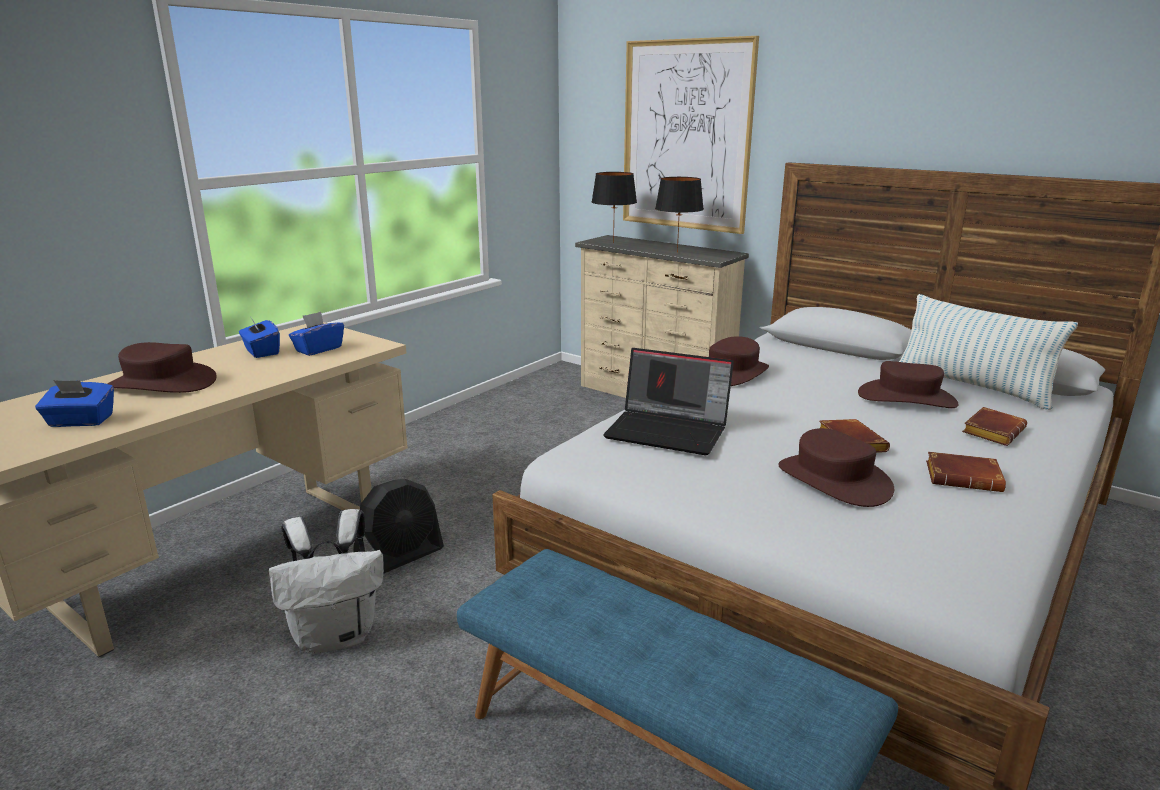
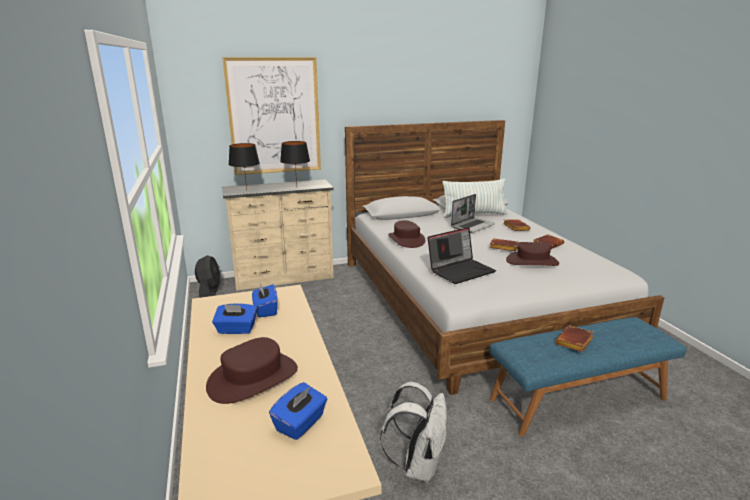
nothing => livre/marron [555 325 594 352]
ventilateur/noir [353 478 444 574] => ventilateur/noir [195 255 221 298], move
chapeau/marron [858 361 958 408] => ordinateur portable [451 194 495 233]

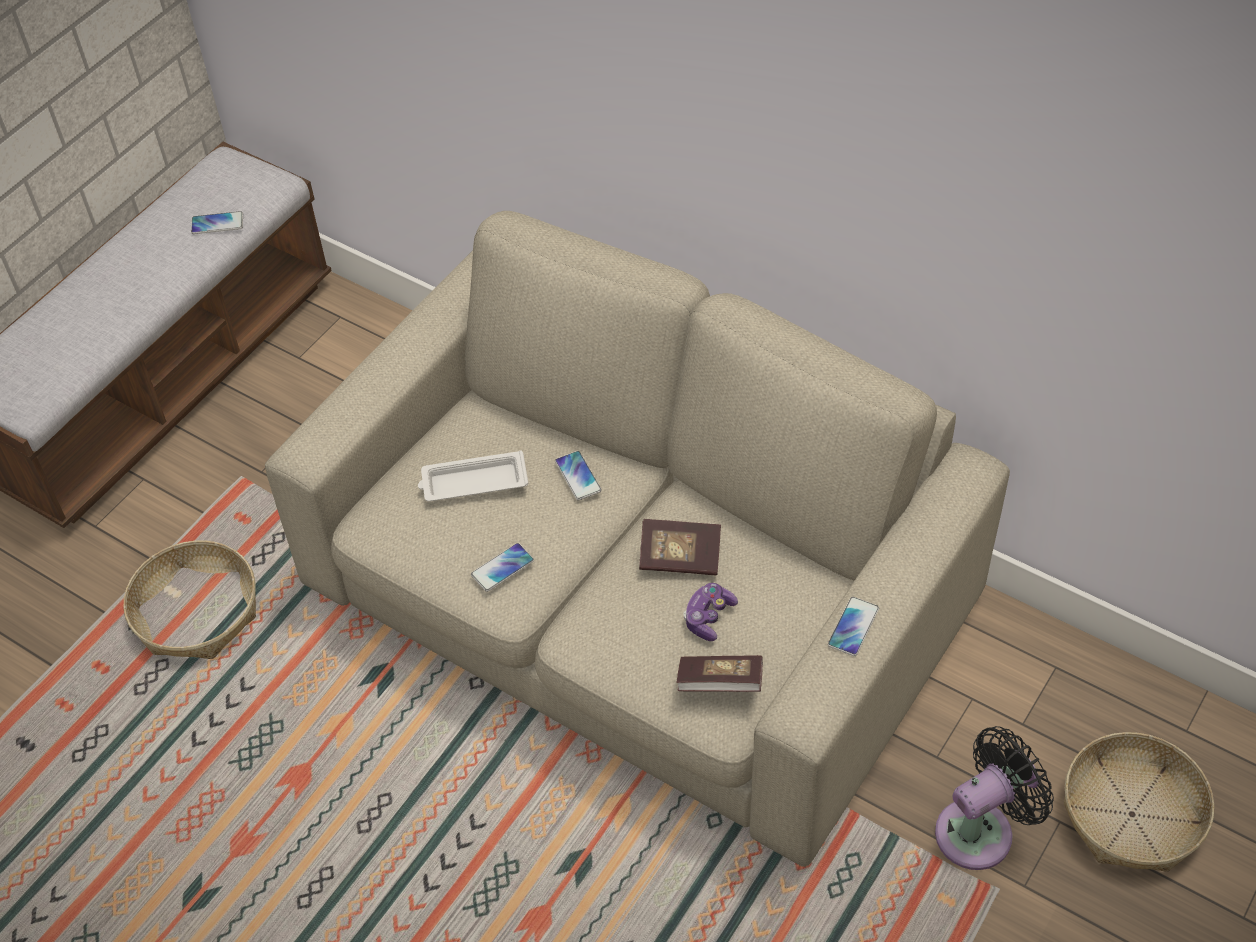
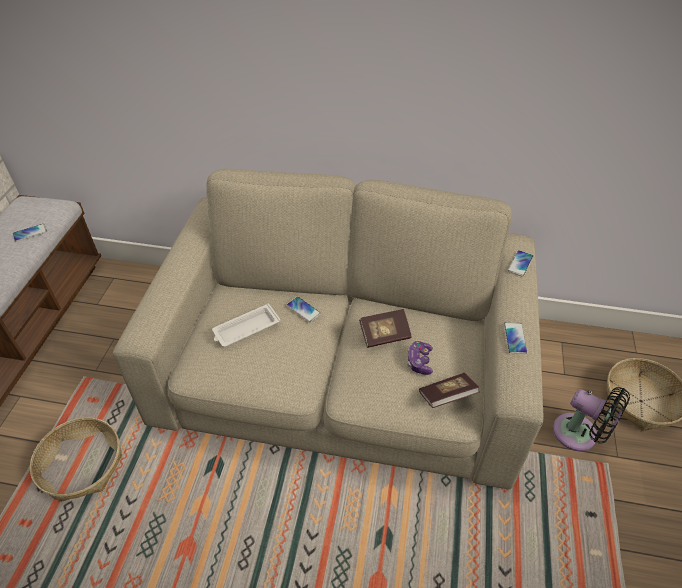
téléphone [471 543 534 592] => téléphone [508 250 533 277], move
ventilateur/noir [935 726 1054 870] => ventilateur/noir [553 387 630 451], 90 degrees clockwise

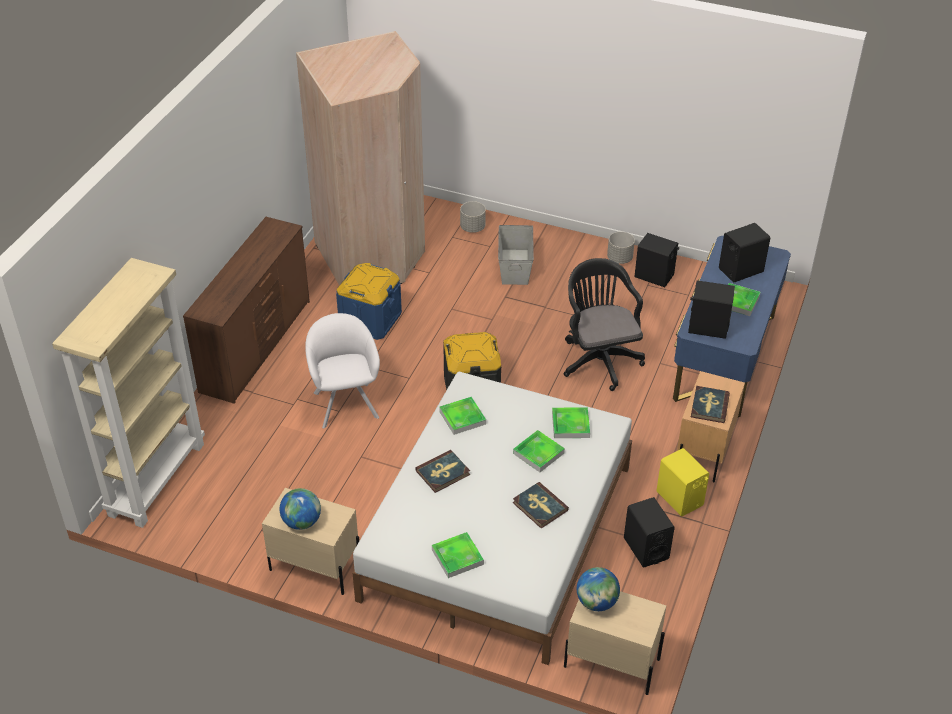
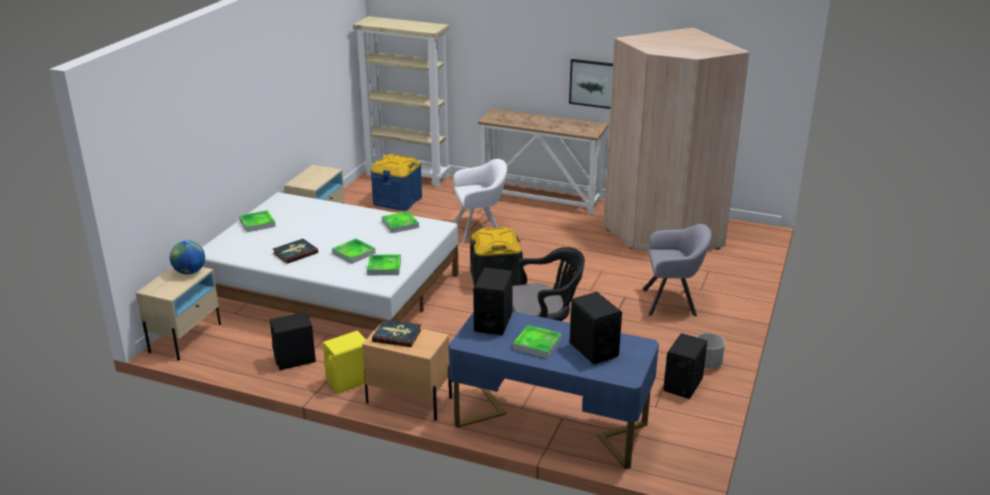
globe [280 488 321 530] => nothing
livre [415 450 470 493] => nothing
cache-pot/gris [460 201 486 233] => nothing
nothing => tableau [569 59 613 109]
boîte de rangement/bleu [336 263 402 340] => boîte de rangement/bleu [371 154 422 211], move
commode/marron [183 217 310 404] => table console [478 109 609 214]
boîte de rangement/gris [498 225 534 285] => fauteuil/gris [642 224 712 316]

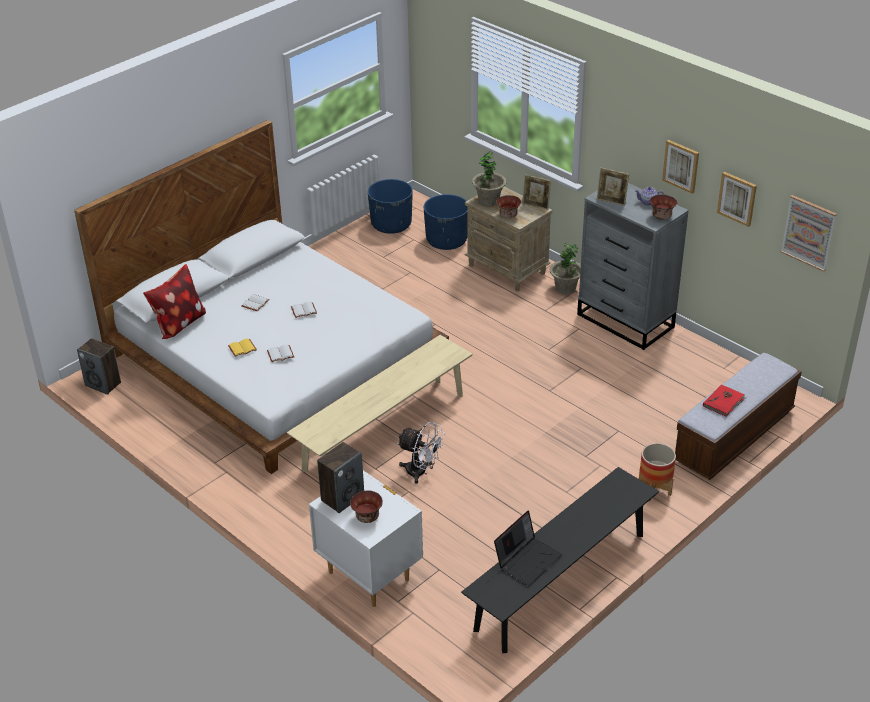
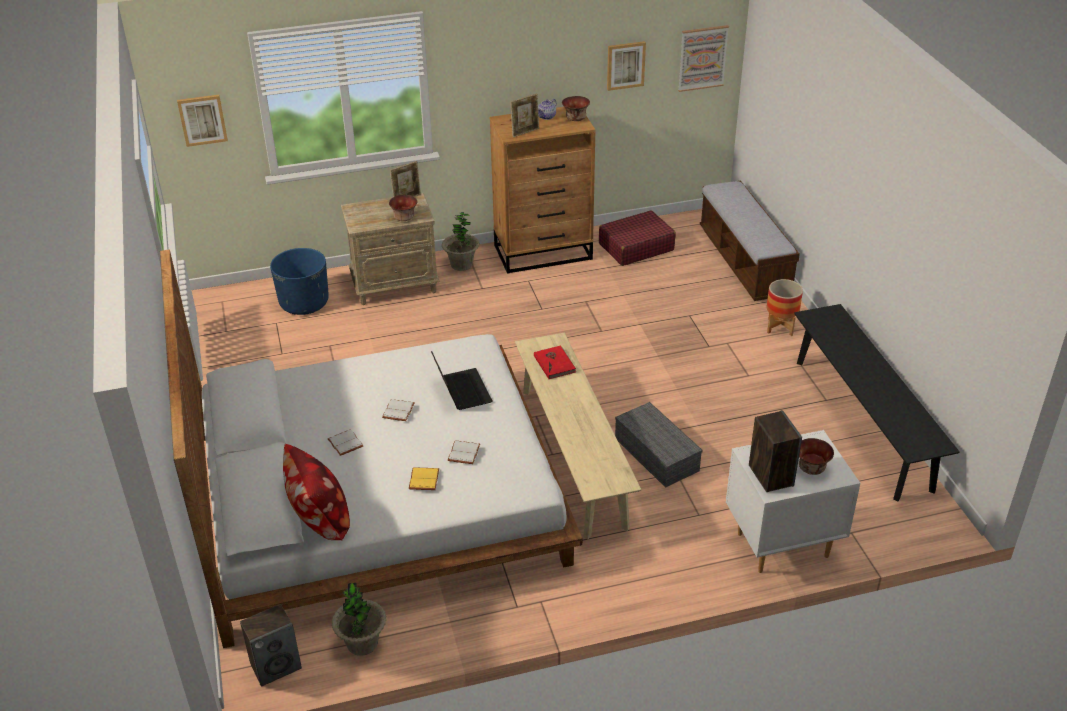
cache-pot/bleu [368 179 413 234] => nothing
nothing => valise/rouge [599 210 676 266]
plante en pot [472 151 507 206] => plante en pot [332 583 386 656], move
ordinateur portable [494 510 562 586] => ordinateur portable [431 351 492 410], move
tableau [662 140 699 194] => tableau [177 95 228 147], move
livre/rouge [703 384 746 417] => livre/rouge [534 345 576 379], move
ventilateur/blanc [397 422 445 484] => boîte de rangement/gris [615 402 703 488]
commode/gris [577 183 689 350] => commode/marron [490 107 595 274]

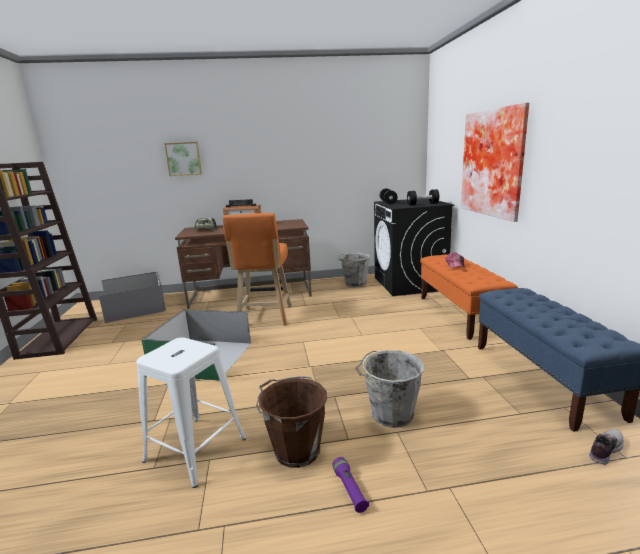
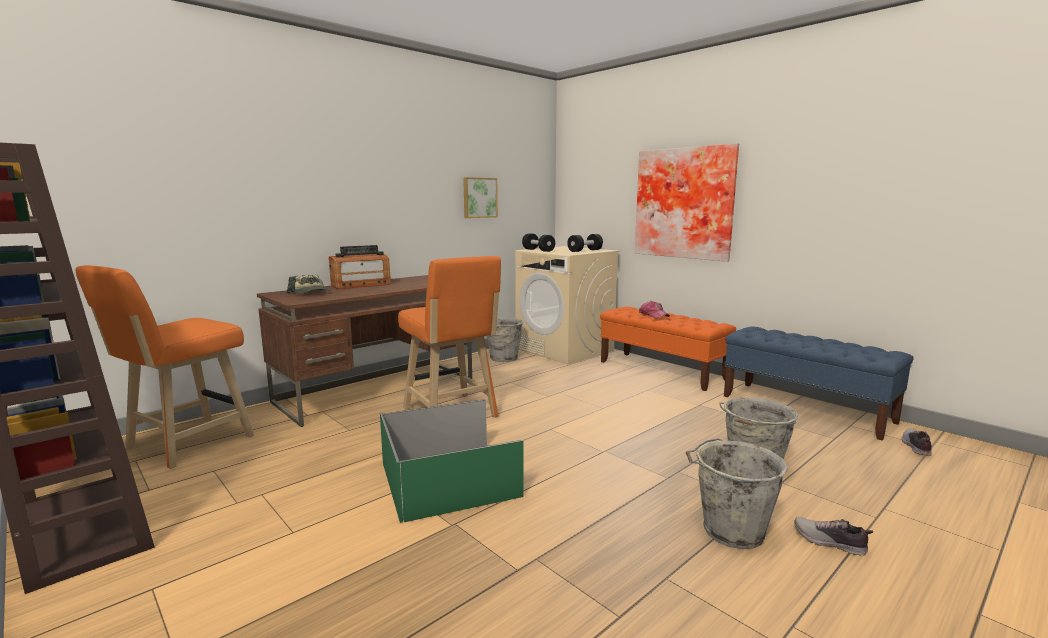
tabouret/blanc [136 337 246 488] => nothing
tableau [164 142 202 176] => tableau [463 177 498 218], move
boîte de rangement/gris [99 272 166 323] => tabouret/orange [75 265 254 469]
lampe de poche/violet [332 457 369 513] => chaussure [794 517 873 555]
seau/marron [256 376 327 468] => seau/gris [686 438 788 549]
lave-linge/noir [374 199 454 296] => lave-linge/beige [515 246 620 365]

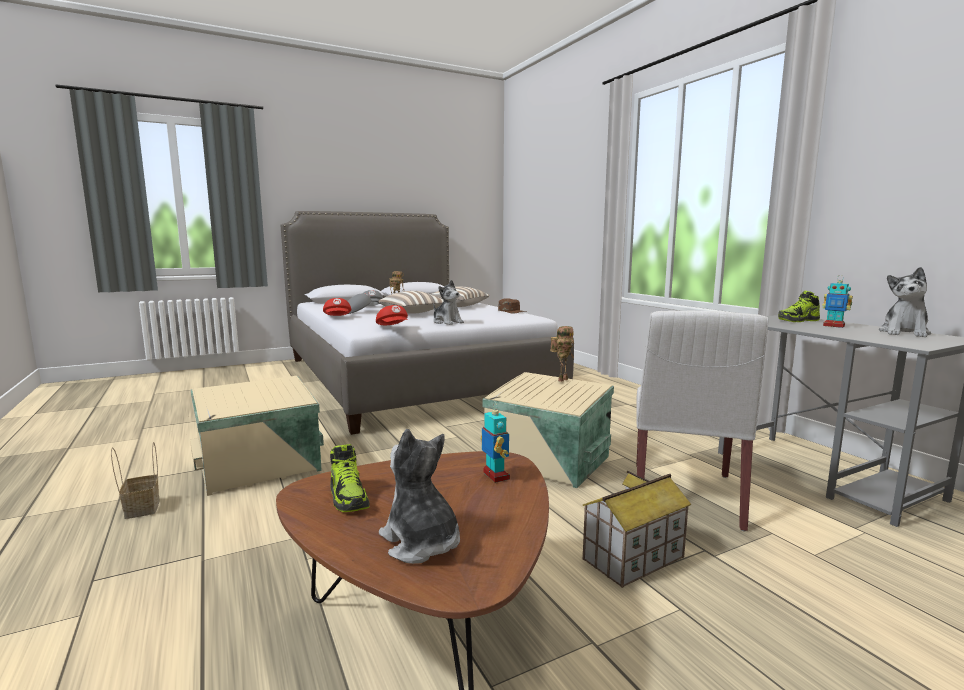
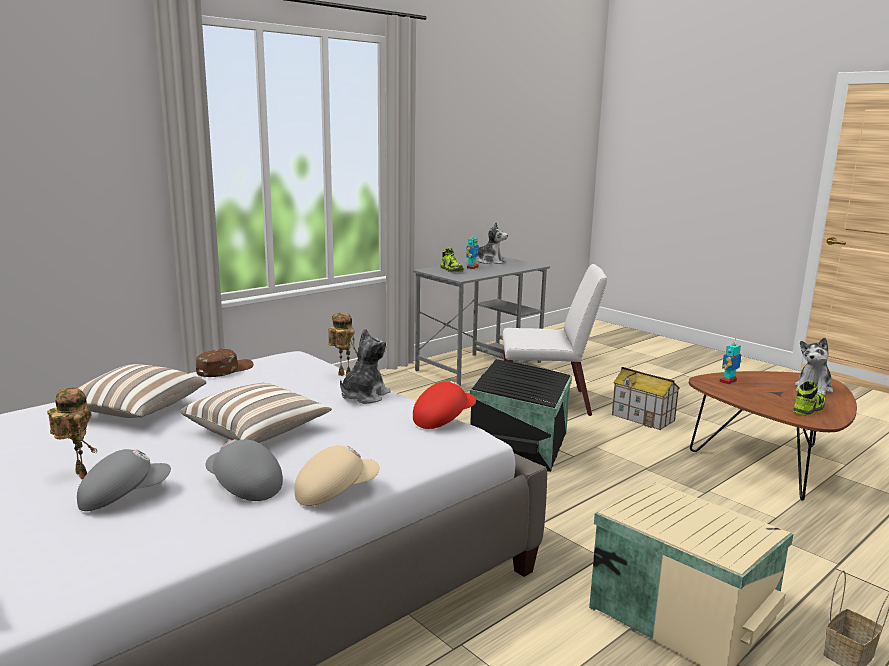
robot jouet [550 326 574 382] => robot jouet [328 313 358 377], move
casquette/rouge [323 298 351 316] => casquette/beige [294 446 379 506]
boîte de rangement/beige [482 372 614 488] => boîte de rangement/noir [470 359 572 472]

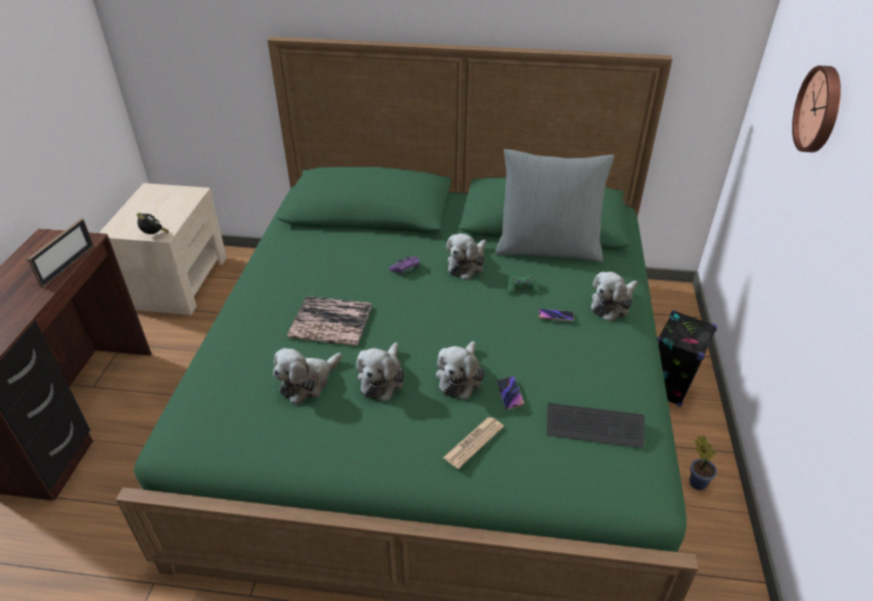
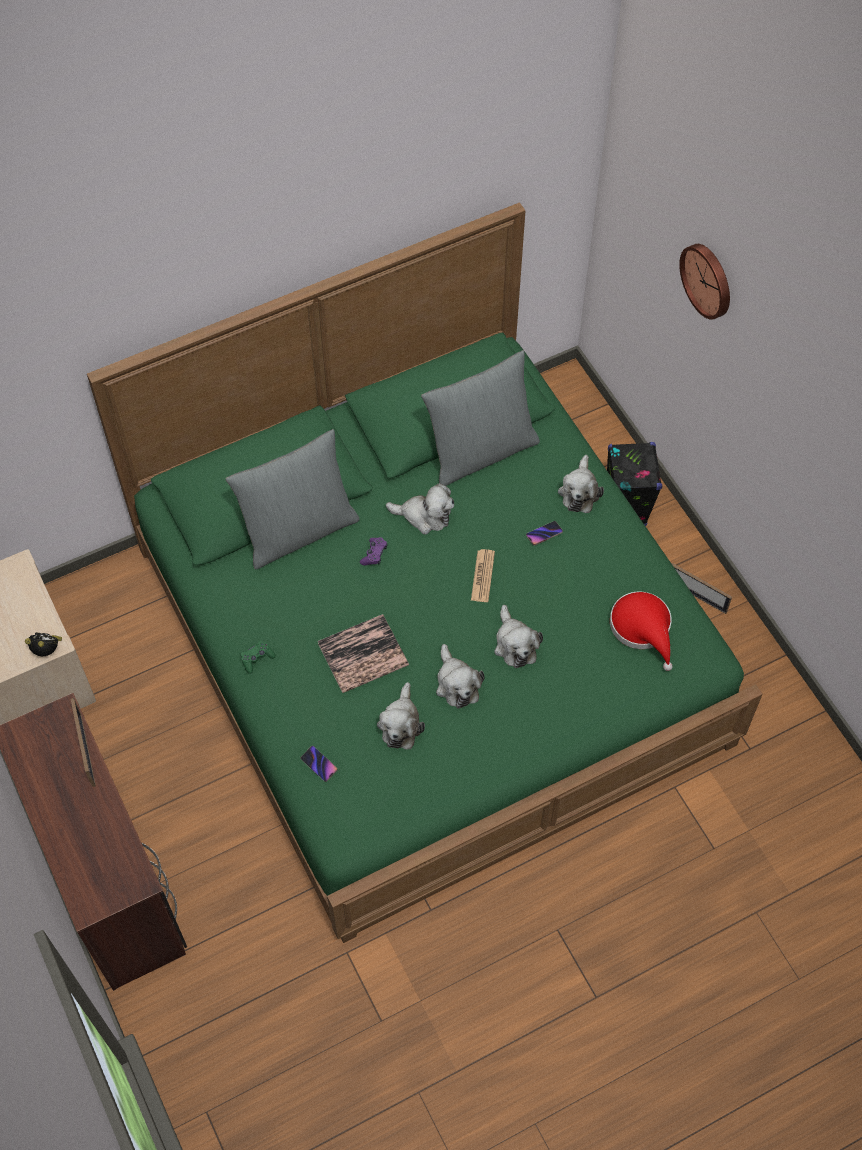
nothing => coussin/gris [226 429 360 569]
journal [443 417 504 469] => journal [471 549 495 602], move
téléphone [496 376 525 410] => téléphone [300 746 338 782], move
manette/vert [507 275 538 294] => manette/vert [241 641 276 674], move
clavier [547 403 644 448] => chapeau/rouge [610 591 673 671]
plante en pot [689 435 717 490] => cadre photo [672 563 732 614]
peluche [446 233 486 280] => peluche [386 483 454 535], 75 degrees counterclockwise

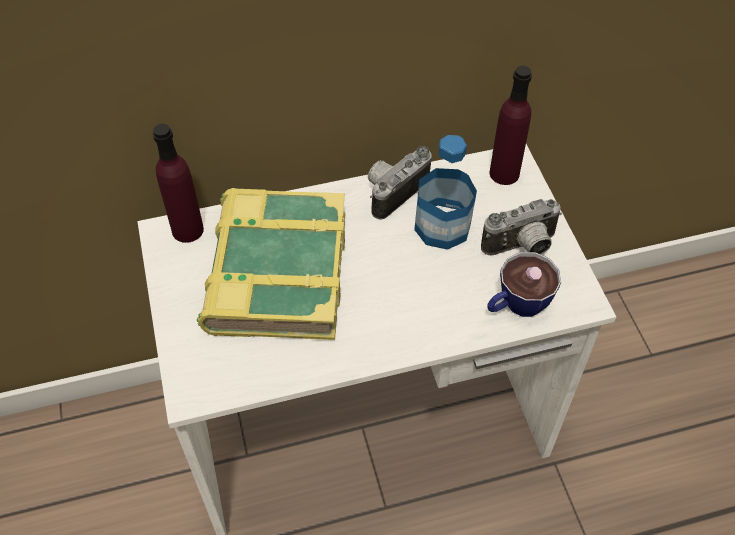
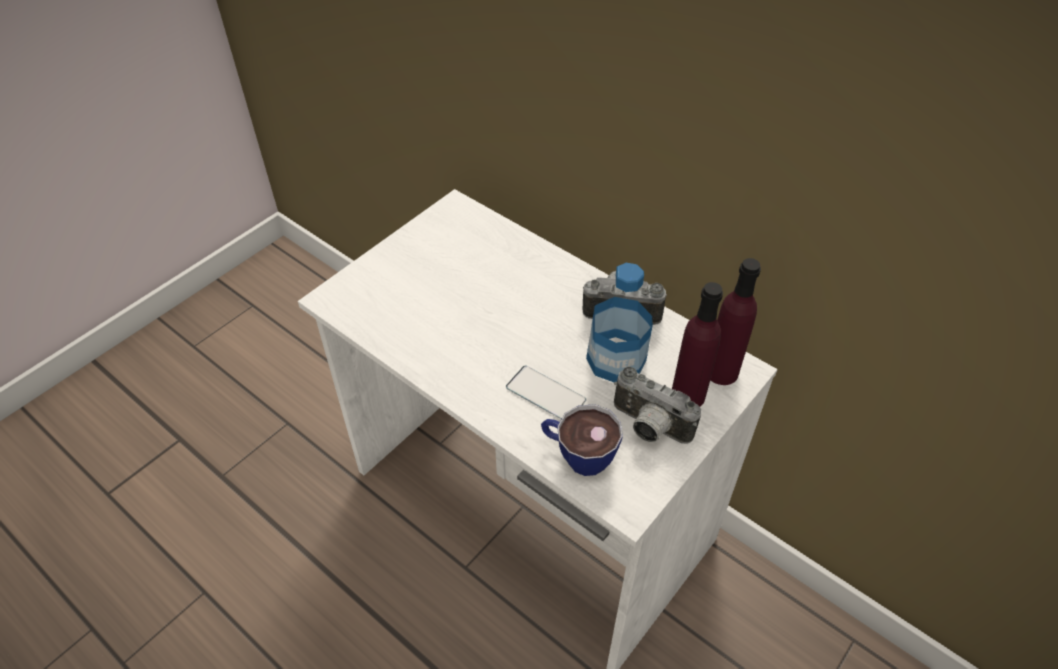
livre [197 188 346 340] => nothing
nothing => téléphone [506 365 586 419]
bouteille/violet [153 124 204 243] => bouteille/violet [672 282 723 407], move

